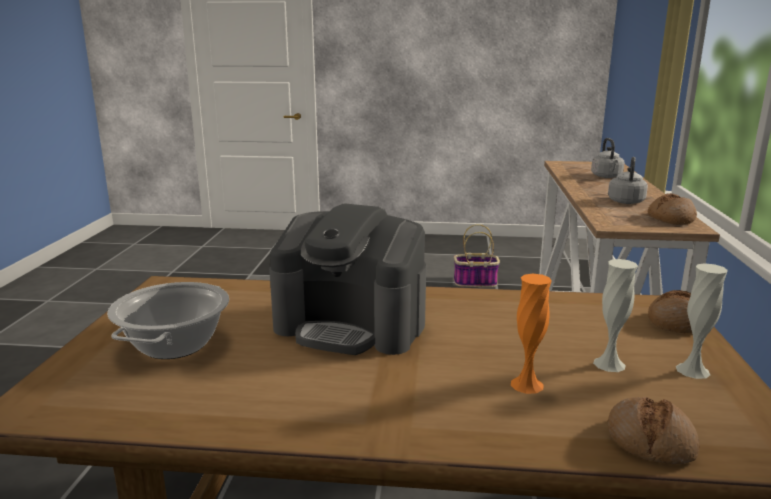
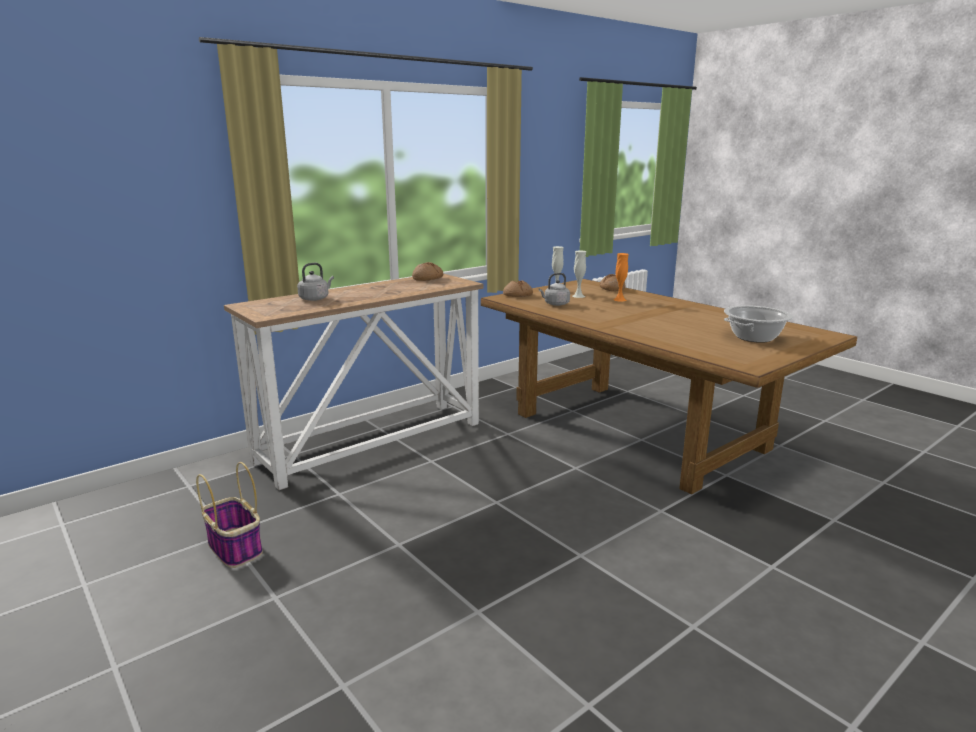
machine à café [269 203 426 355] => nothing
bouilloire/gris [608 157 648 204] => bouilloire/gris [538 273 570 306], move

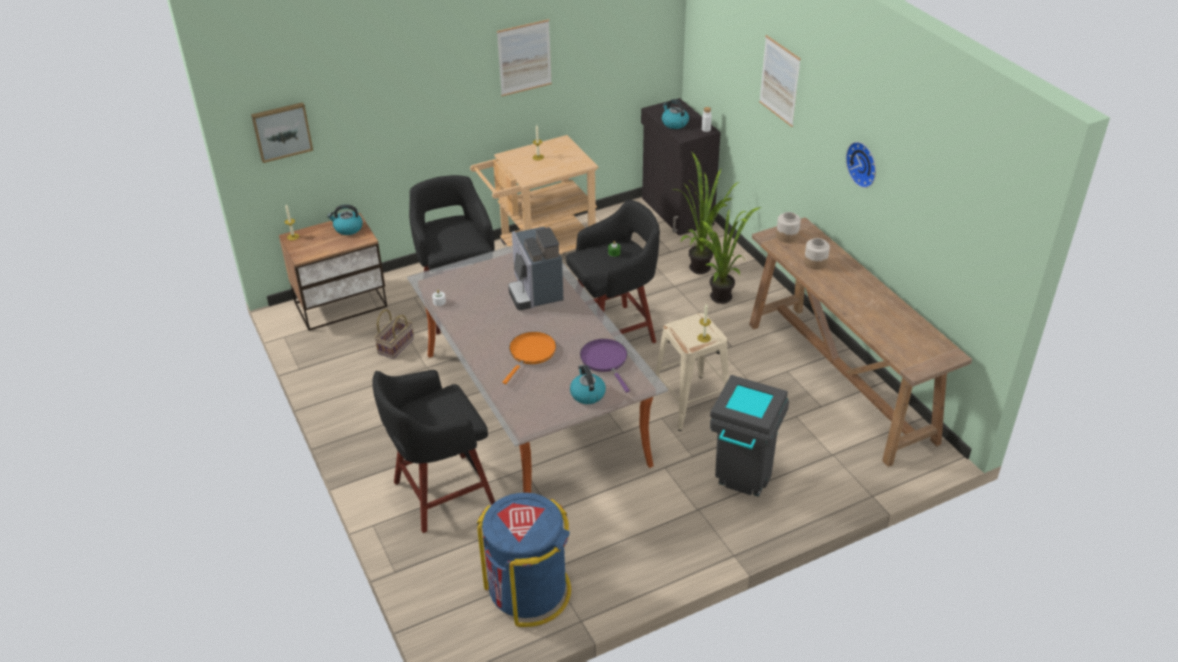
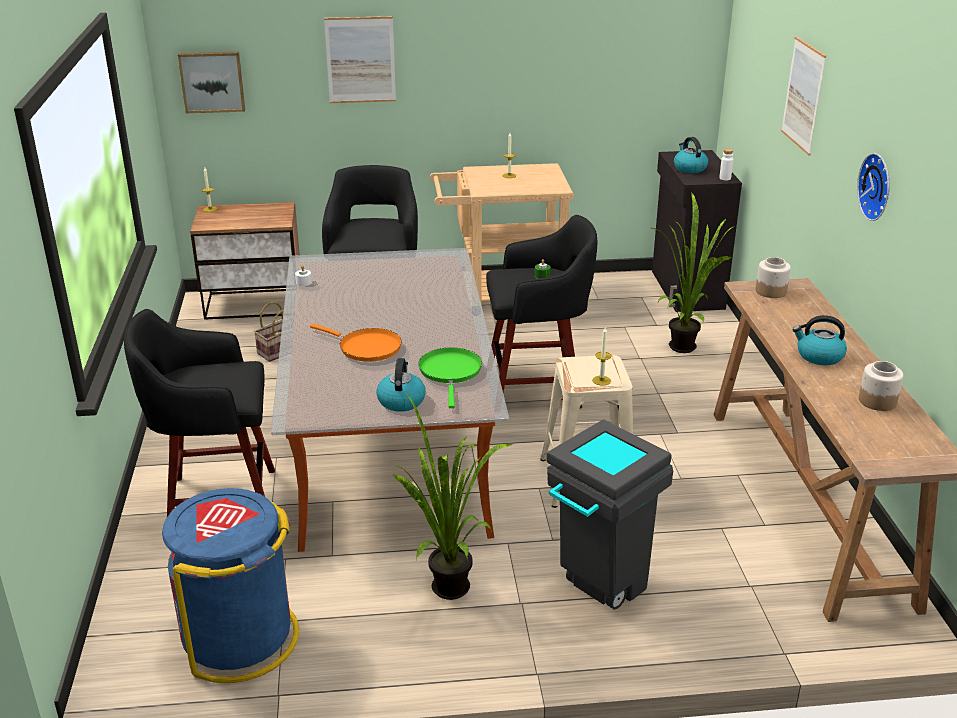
machine à café [508 227 563 310] => nothing
bouilloire [327 204 363 235] => bouilloire [793 315 847 365], move
tableau [497 19 552 96] => tableau [324 16 396 103], move
plante en pot [693 191 761 304] => plante en pot [393 392 514 600], move
bocal [804 238 830 270] => bocal [859 361 904 411], move
poêle/violet [580 339 630 393] => poêle/vert [418 347 482 408]
poêle/orange [502 332 556 384] => poêle/orange [310 324 402 362], 75 degrees clockwise

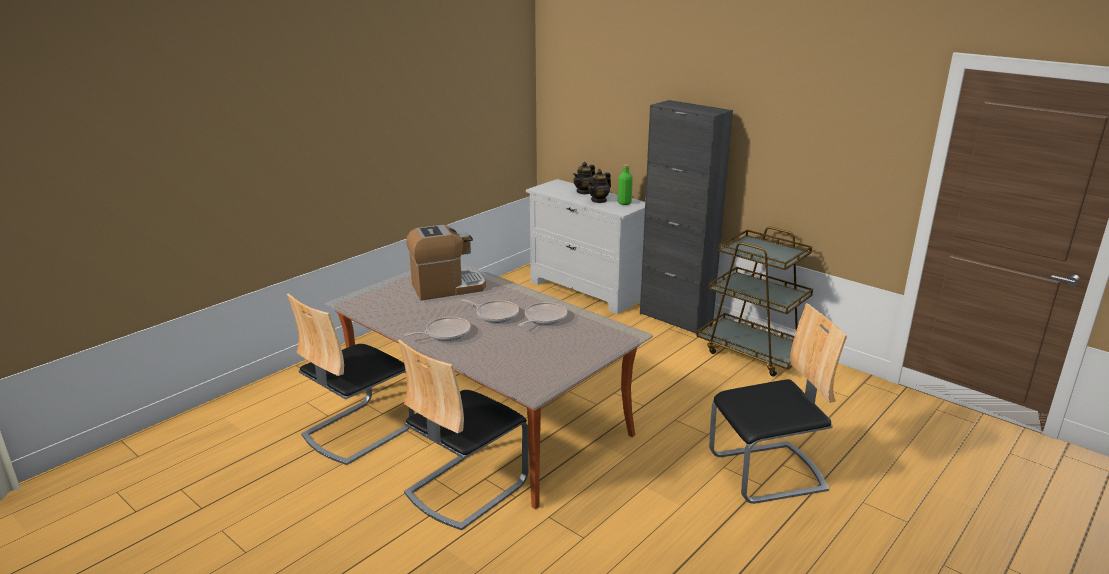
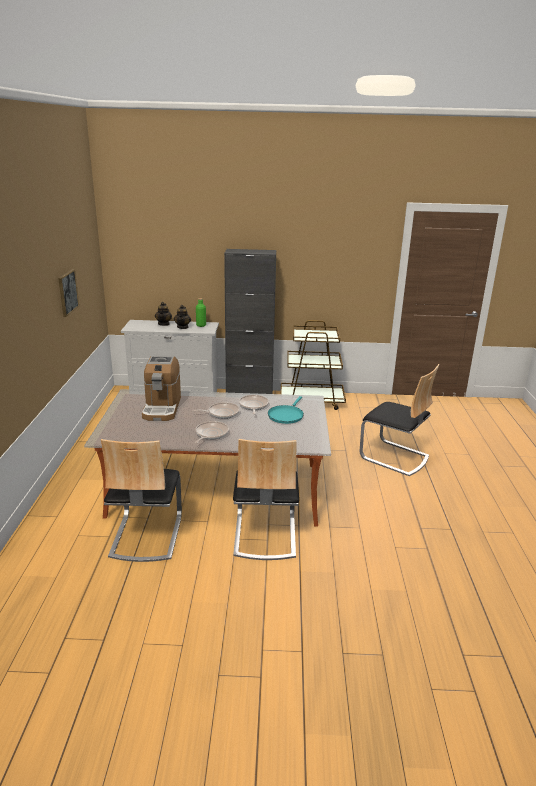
nothing => tableau [58 269 79 317]
nothing => poêle/turquoise [268 396 304 424]
machine à café [406 225 486 300] => machine à café [142 356 181 421], 150 degrees clockwise
chaise [709 303 847 504] => chaise [360 364 439 476], 90 degrees clockwise

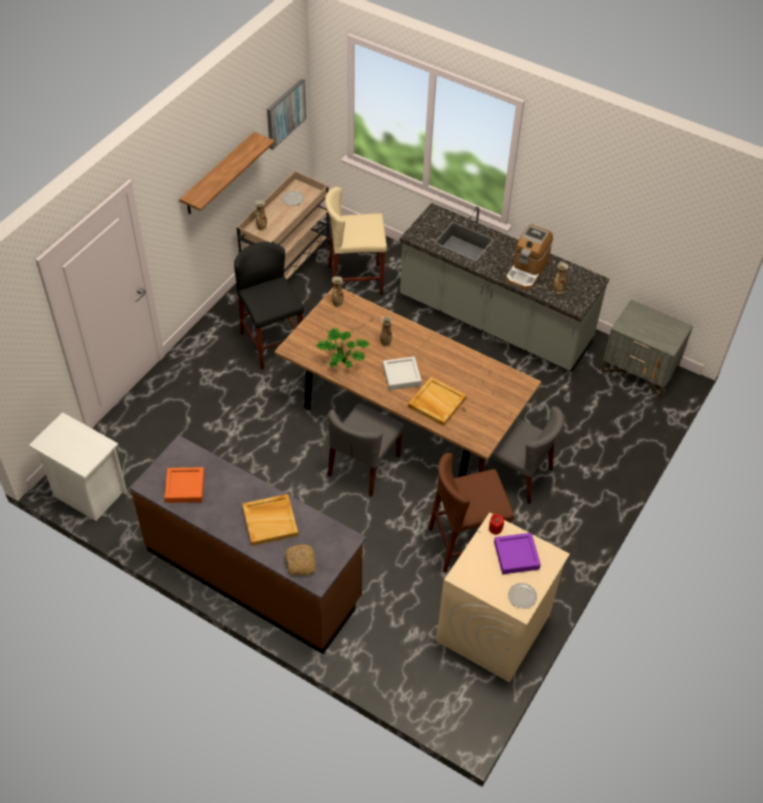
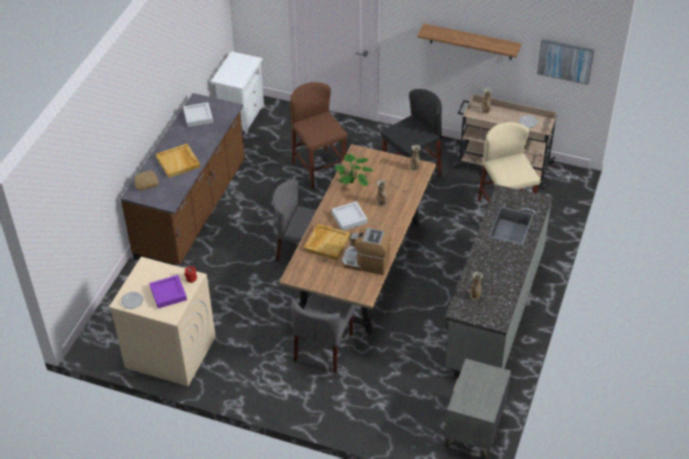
tabouret/marron [428 453 514 573] => tabouret/marron [290 82 347 189], move
machine à café [506 224 553 290] => machine à café [342 228 392 275], move
plateau/orange [164 467 205 503] => plateau/gris [183 102 213 127]

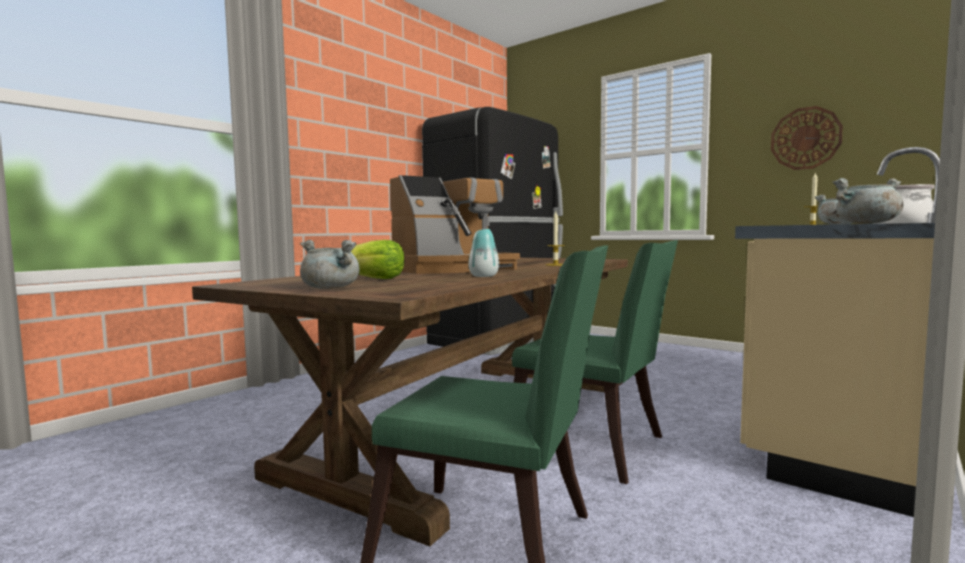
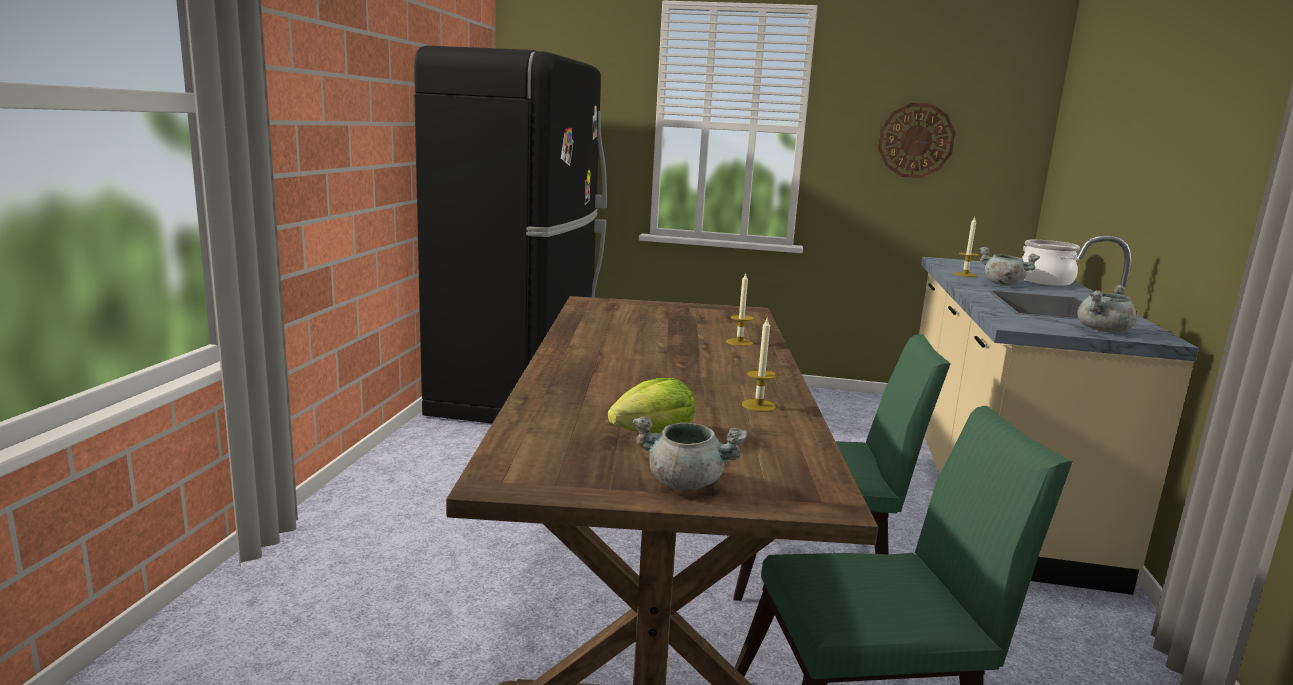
machine à café [390 175 520 274] => nothing
vase [469 229 499 277] => bougie [742 316 776 412]

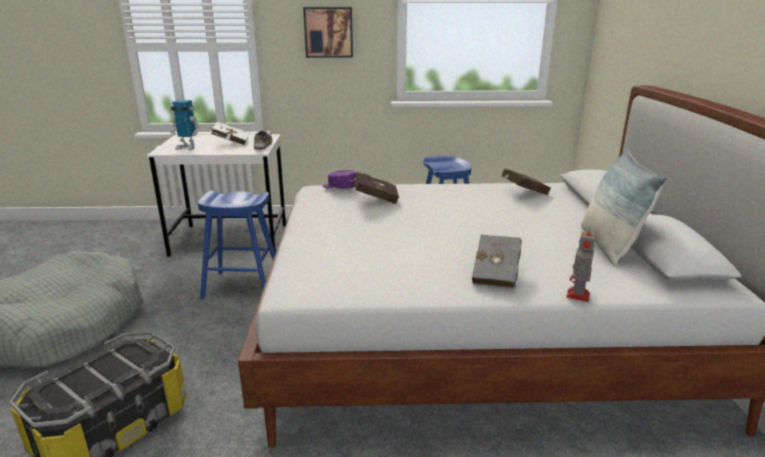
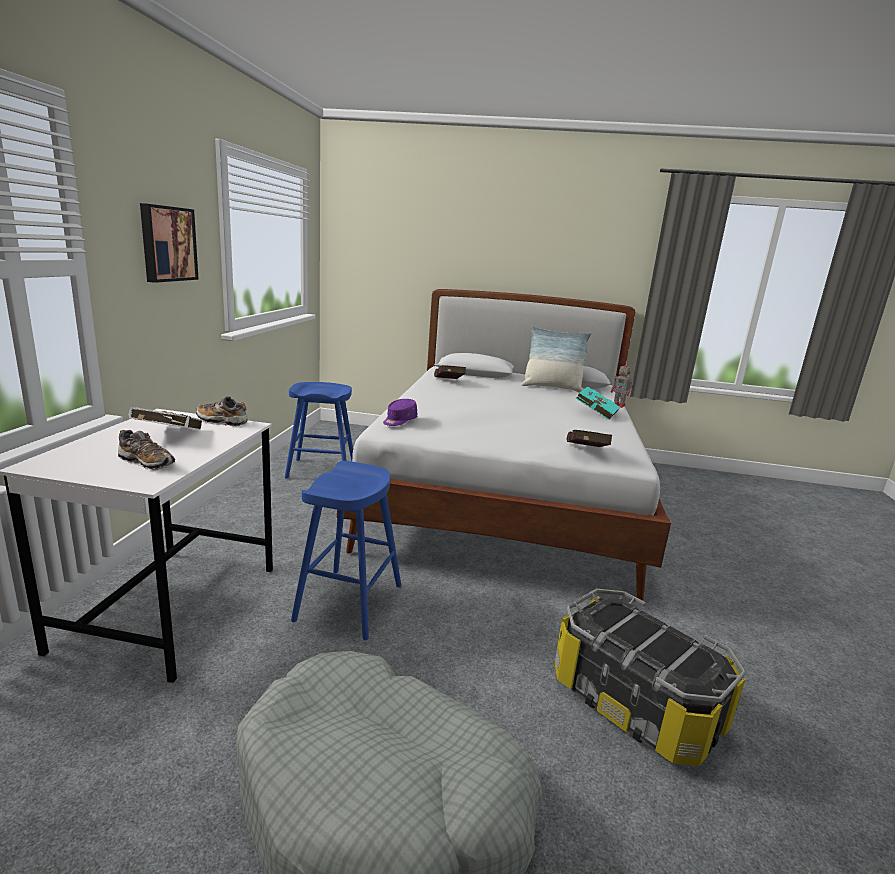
livre/rouge [347 172 399 204] => livre/rouge [567 430 612 447], move
robot jouet [170 100 200 150] => chaussure [118 430 175 470]
livre/gris [472 234 522 289] => livre/turquoise [576 387 620 420]

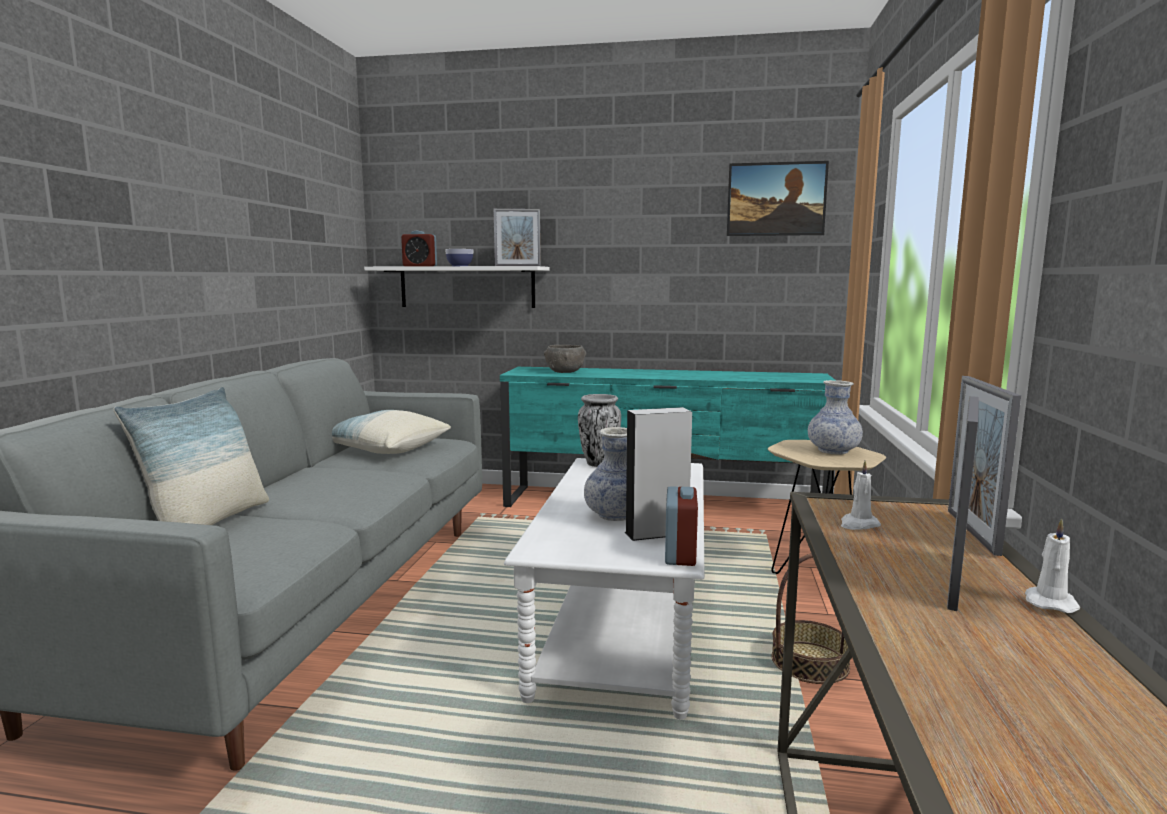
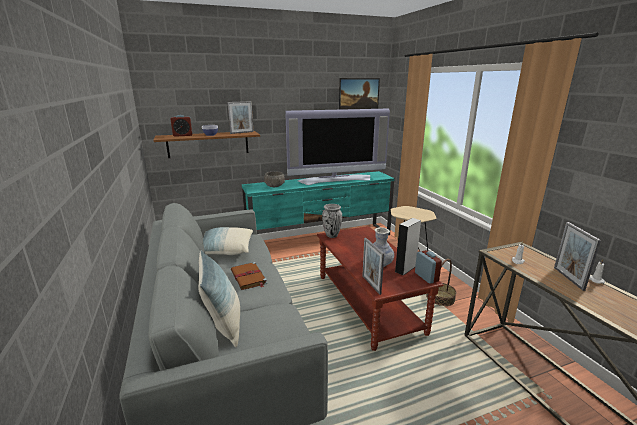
vase [808 380 863 454] => nothing
nothing => livre/marron [231 262 267 290]
nothing => téléviseur [285 109 390 185]
cadre photo [948 376 1021 556] => cadre photo [362 238 384 295], move
étagère/blanc [364 266 550 308] => étagère/marron [153 131 260 158]
table basse/blanc [504 458 705 720] => table basse/marron [317 226 444 351]

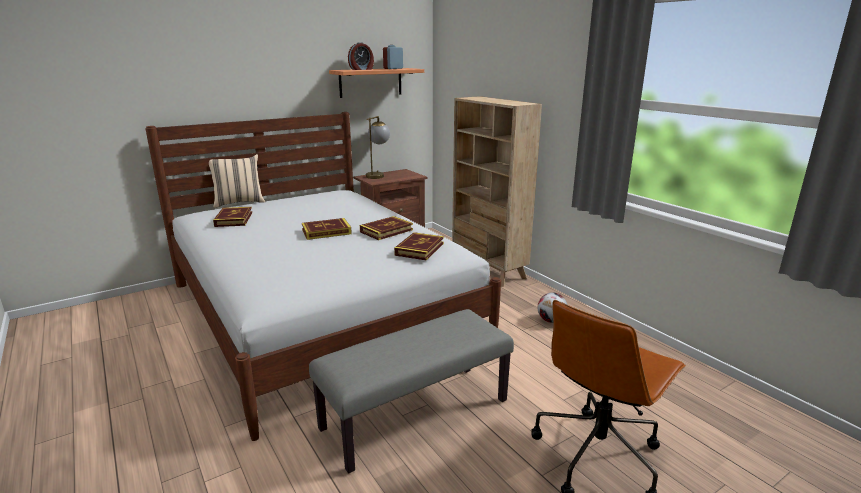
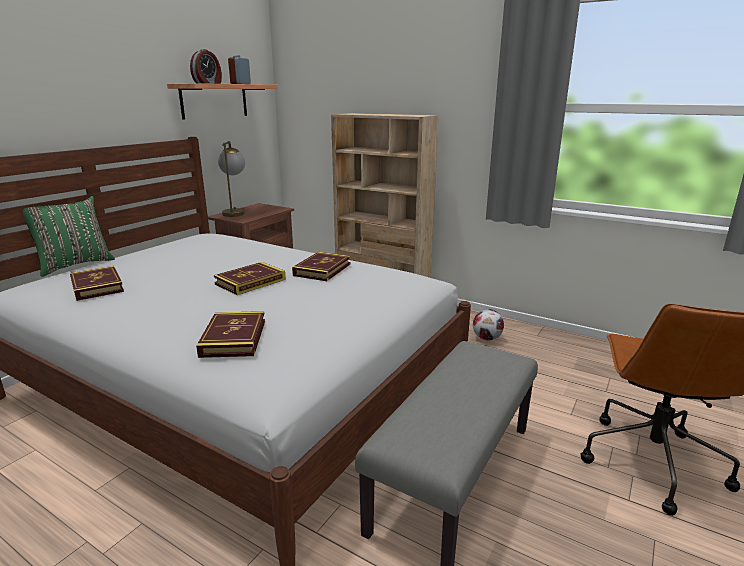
livre [394 232 444 260] => livre [196 311 265 358], move
coussin/beige [209 154 265 208] => coussin/vert [23 196 115 277]

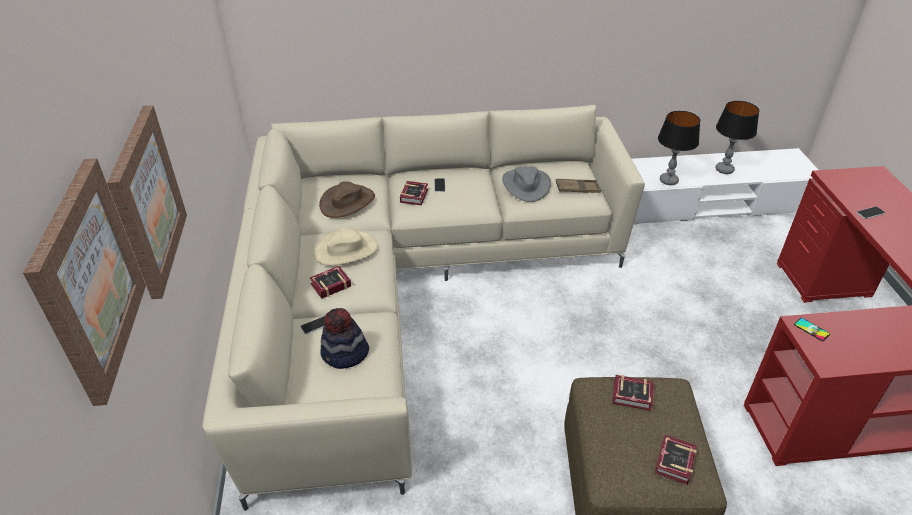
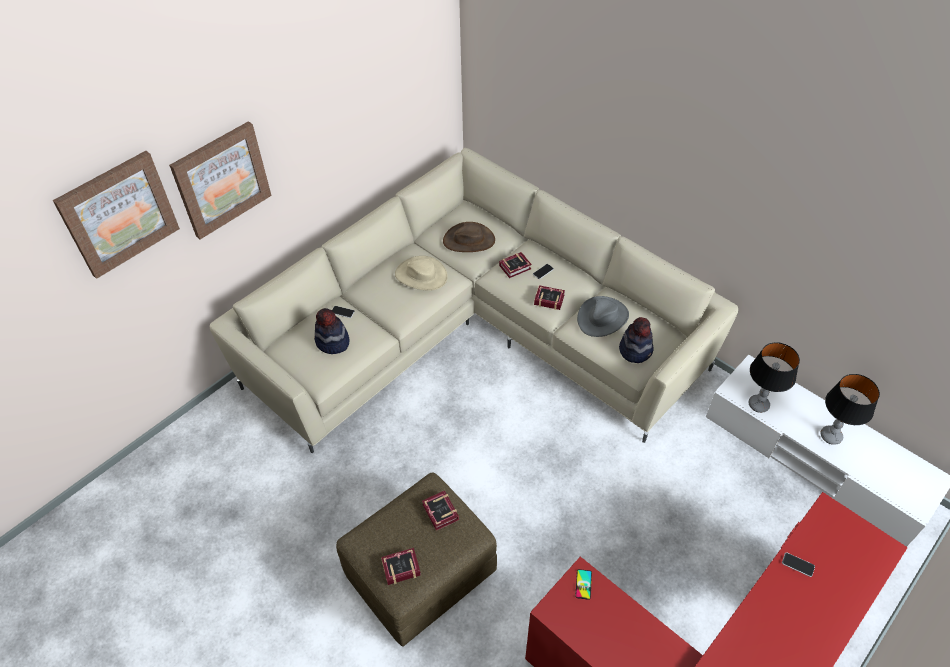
livre [309 266 351 299] => livre [534 285 565 310], move
plateau/marron [556 179 601 193] => chapeau [619 317 654 363]

